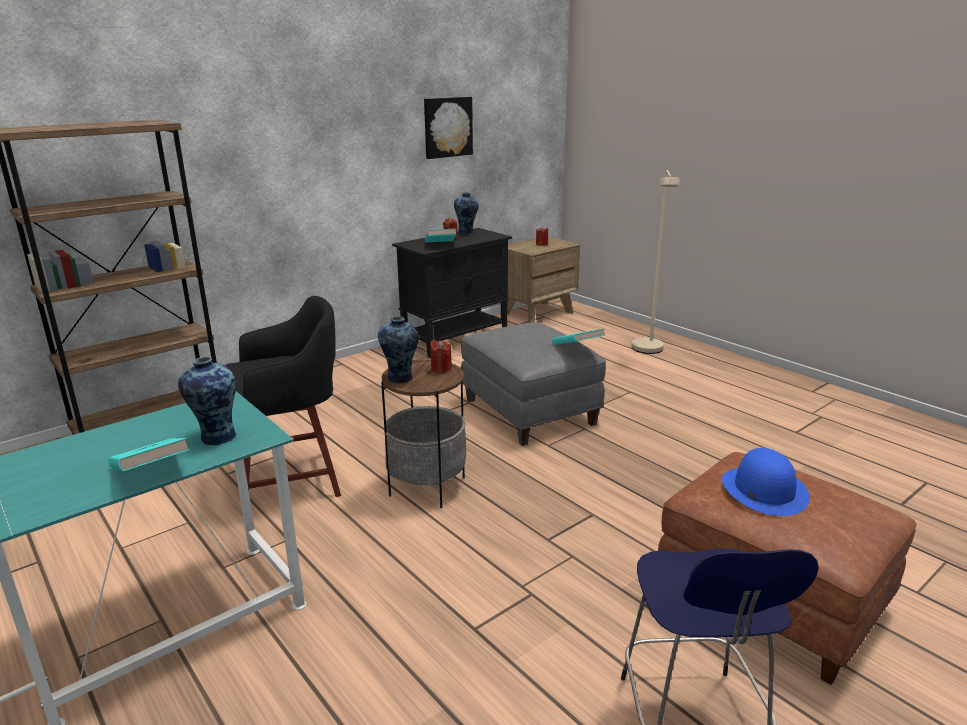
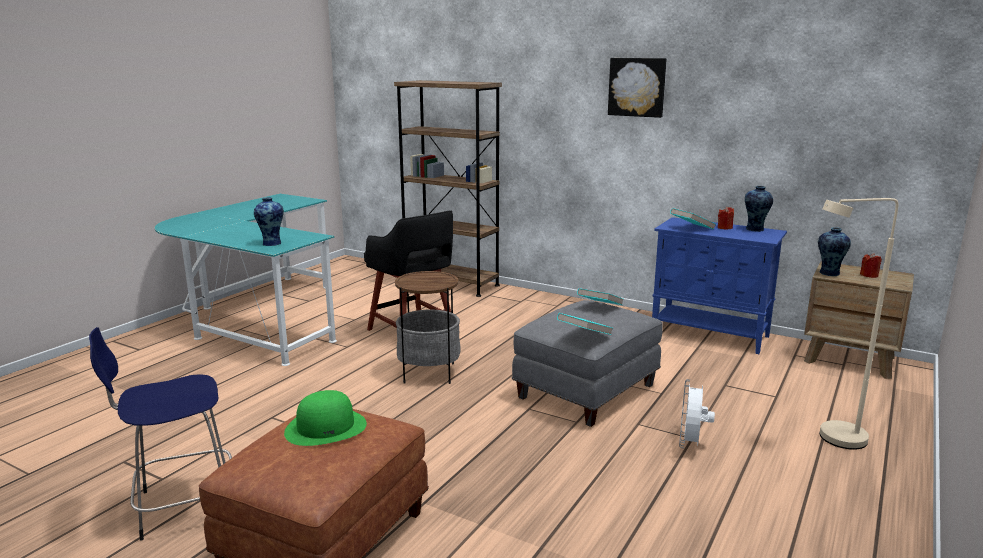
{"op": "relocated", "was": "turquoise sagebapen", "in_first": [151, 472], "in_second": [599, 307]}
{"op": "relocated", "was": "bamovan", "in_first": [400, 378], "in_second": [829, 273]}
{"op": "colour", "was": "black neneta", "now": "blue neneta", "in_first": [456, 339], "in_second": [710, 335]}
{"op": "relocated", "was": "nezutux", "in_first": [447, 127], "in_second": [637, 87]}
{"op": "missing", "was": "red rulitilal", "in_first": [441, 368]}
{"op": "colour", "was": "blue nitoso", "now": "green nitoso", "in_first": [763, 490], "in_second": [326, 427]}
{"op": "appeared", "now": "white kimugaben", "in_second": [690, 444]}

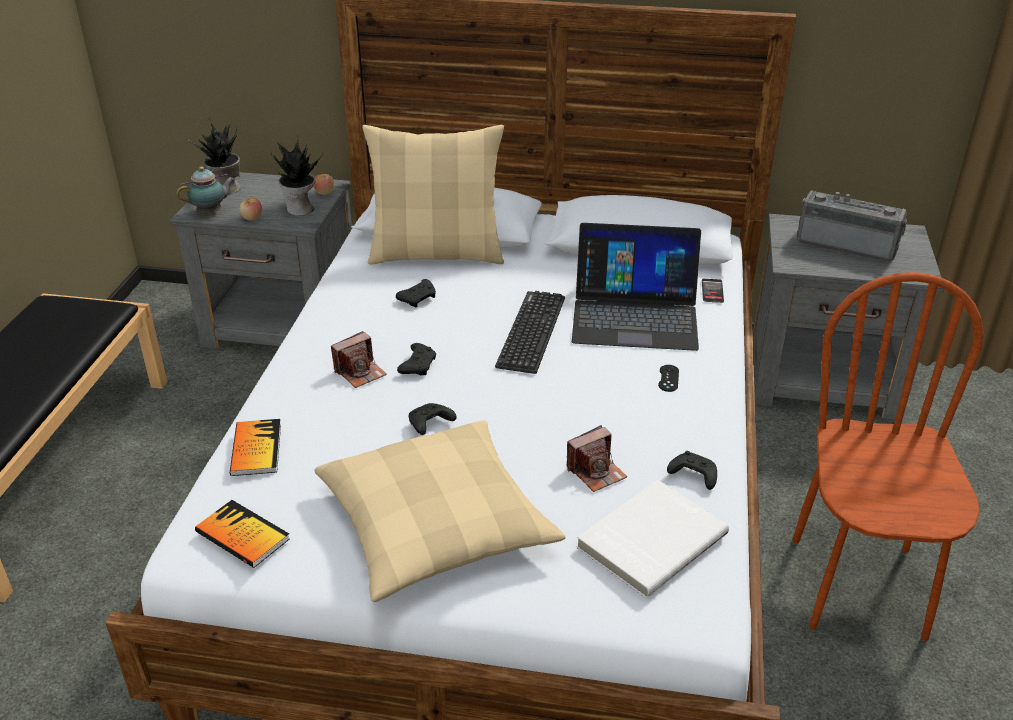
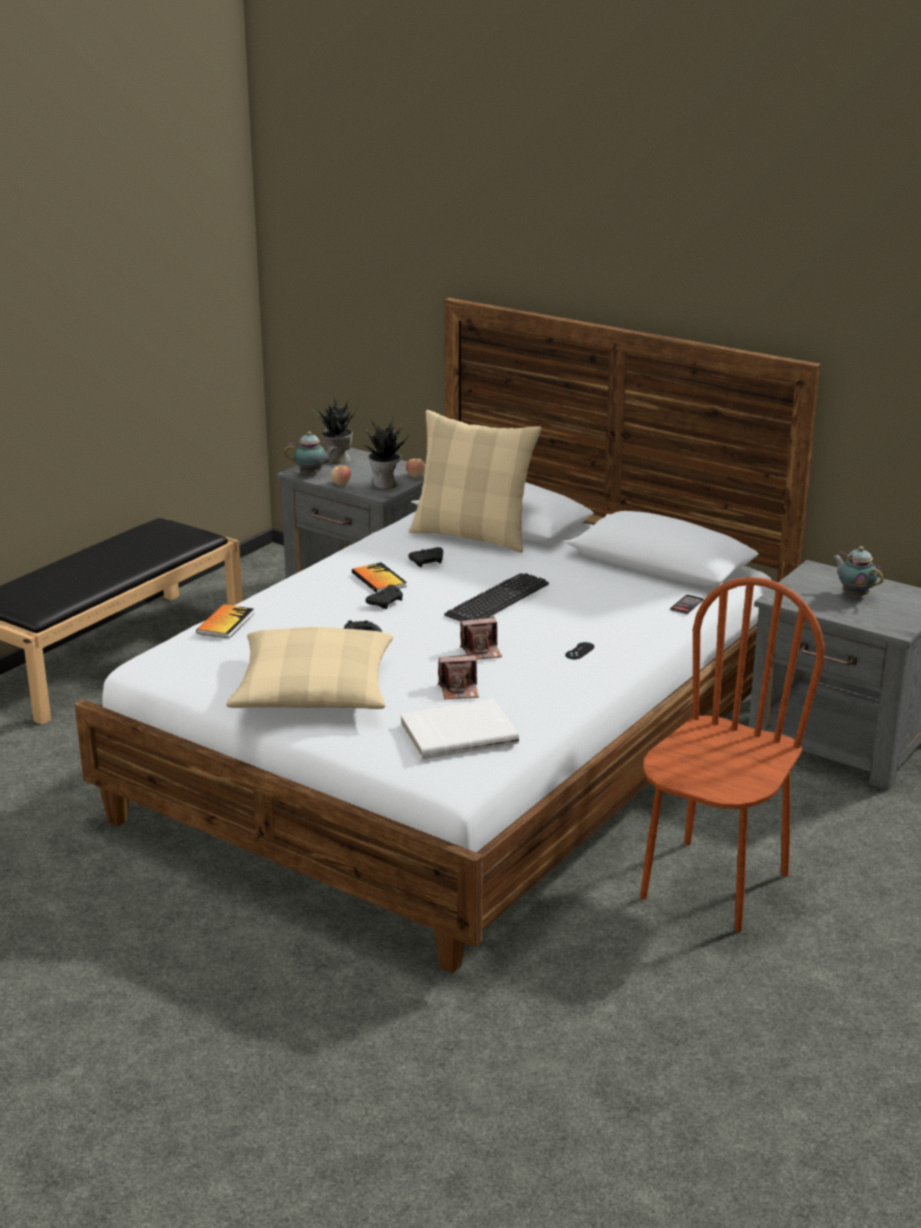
{"op": "relocated", "was": "sagebapen", "in_first": [242, 535], "in_second": [378, 580]}
{"op": "relocated", "was": "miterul", "in_first": [360, 372], "in_second": [481, 651]}
{"op": "missing", "was": "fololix", "in_first": [635, 315]}
{"op": "missing", "was": "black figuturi", "in_first": [692, 476]}
{"op": "exchanged", "was": "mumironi", "now": "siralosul", "in_first": [847, 244], "in_second": [854, 595]}

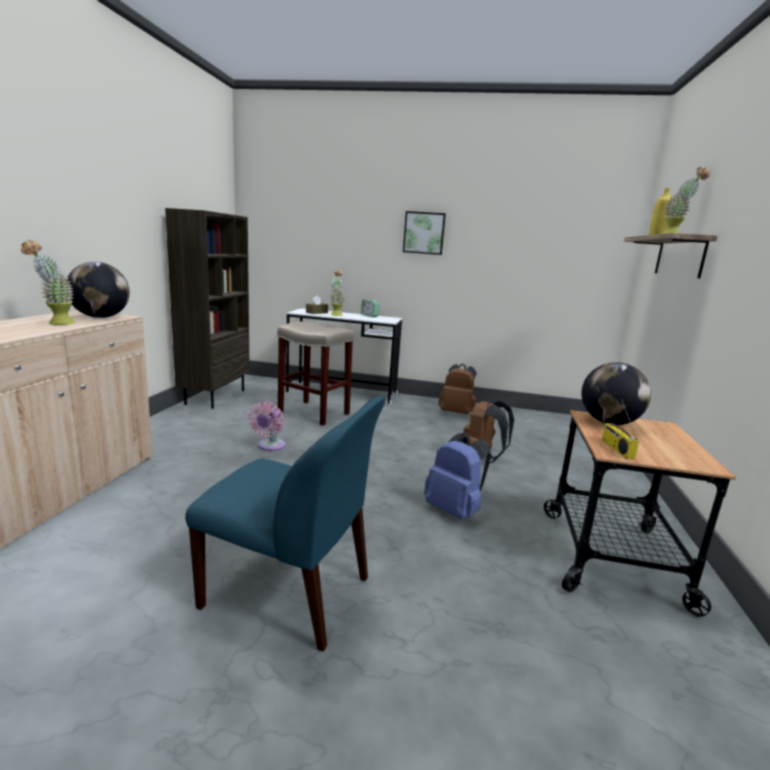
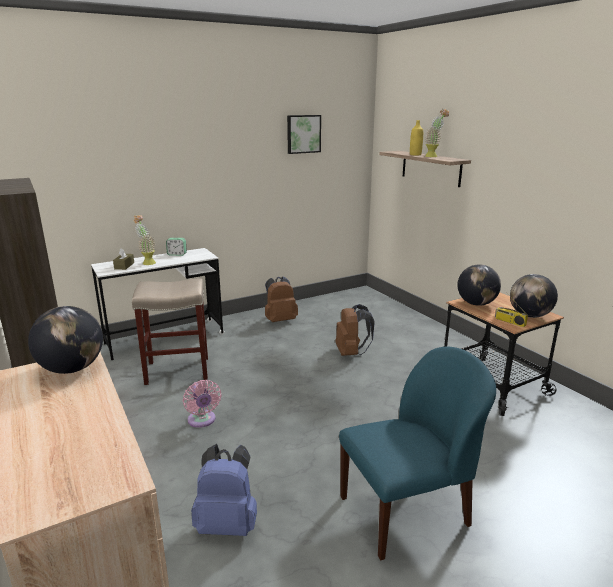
{"op": "missing", "was": "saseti", "in_first": [55, 323]}
{"op": "relocated", "was": "nezutux", "in_first": [424, 233], "in_second": [303, 134]}
{"op": "relocated", "was": "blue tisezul", "in_first": [454, 510], "in_second": [228, 523]}
{"op": "appeared", "now": "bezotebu", "in_second": [529, 315]}

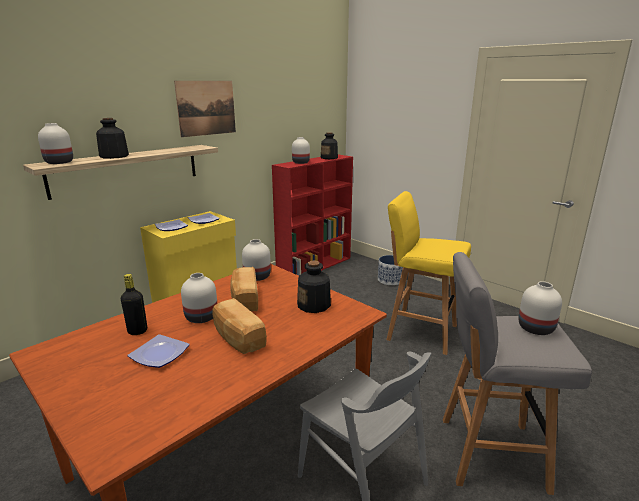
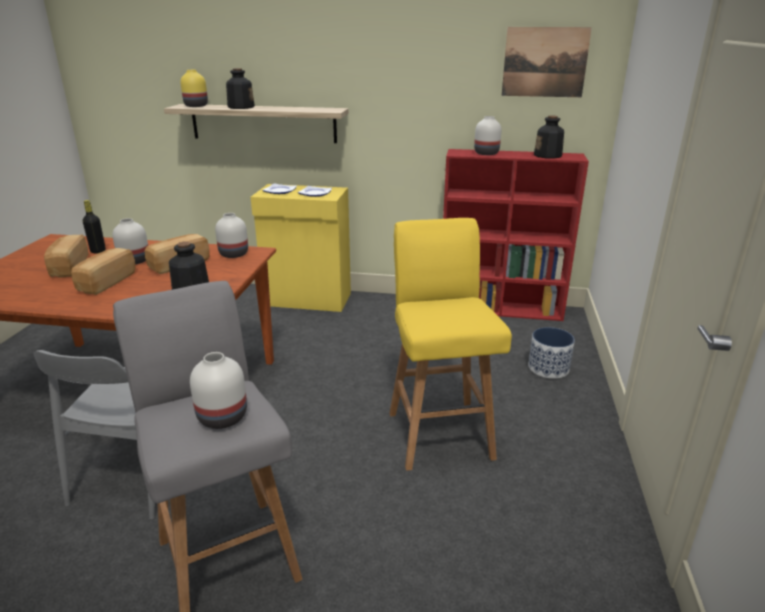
{"op": "colour", "was": "white bamovan", "now": "yellow bamovan", "in_first": [58, 162], "in_second": [195, 106]}
{"op": "exchanged", "was": "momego", "now": "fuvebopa", "in_first": [159, 353], "in_second": [68, 267]}
{"op": "relocated", "was": "nezutux", "in_first": [206, 108], "in_second": [545, 62]}

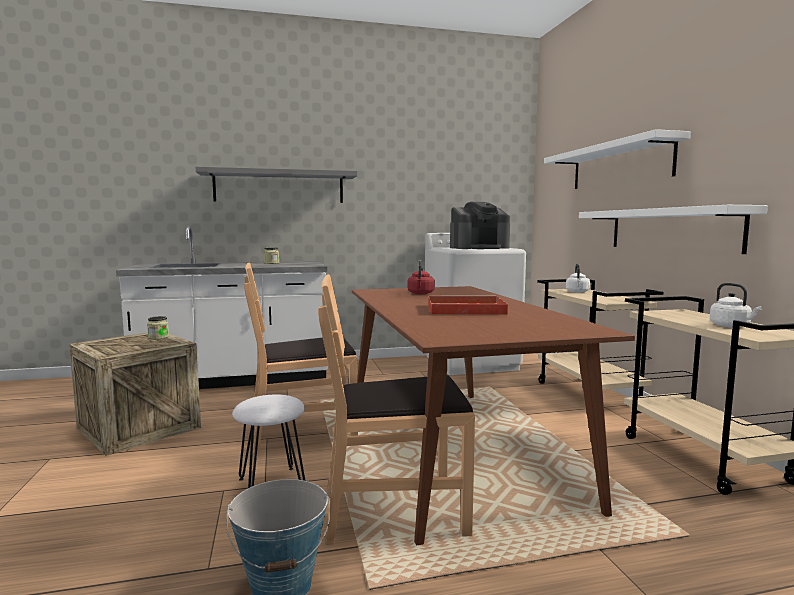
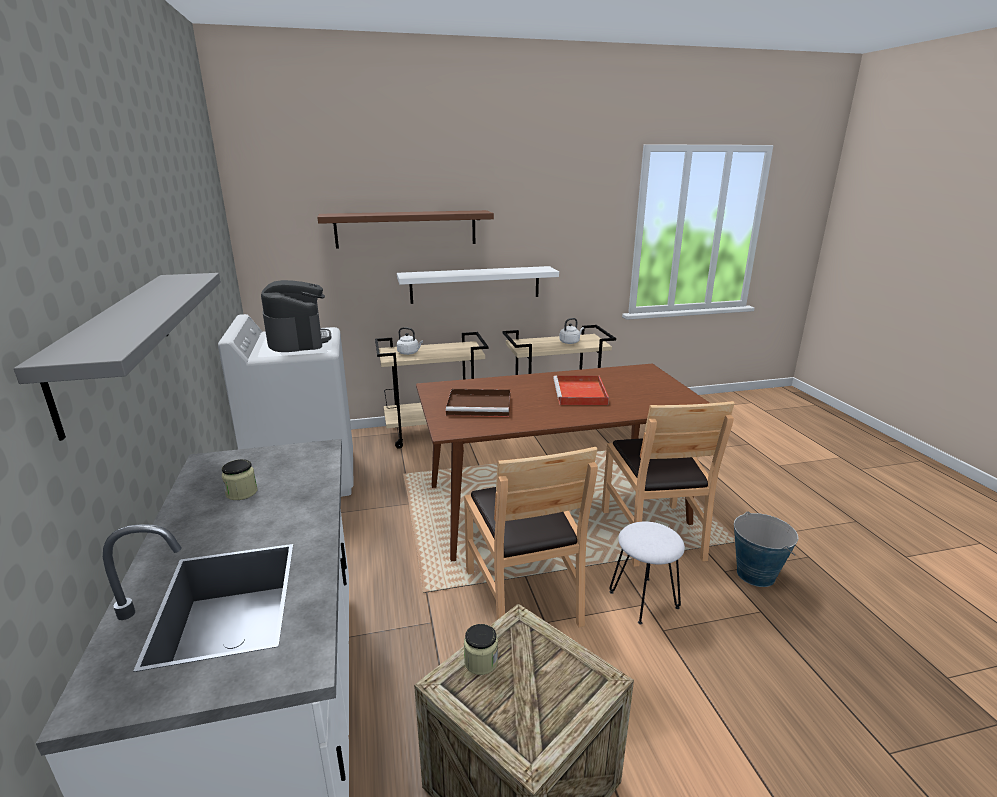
{"op": "exchanged", "was": "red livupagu", "now": "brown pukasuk", "in_first": [420, 293], "in_second": [480, 406]}
{"op": "colour", "was": "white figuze", "now": "brown figuze", "in_first": [619, 165], "in_second": [406, 229]}

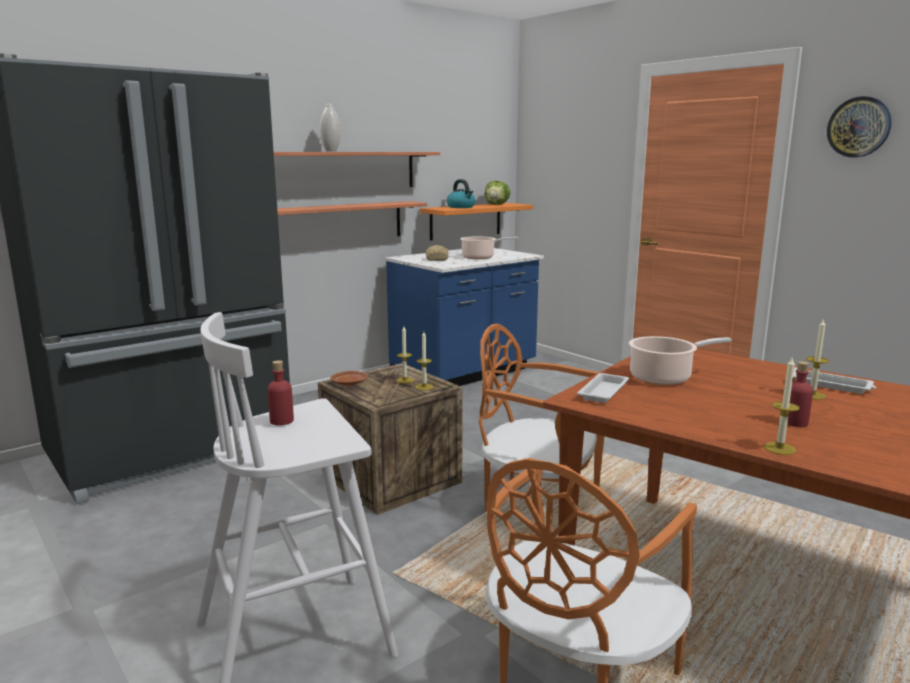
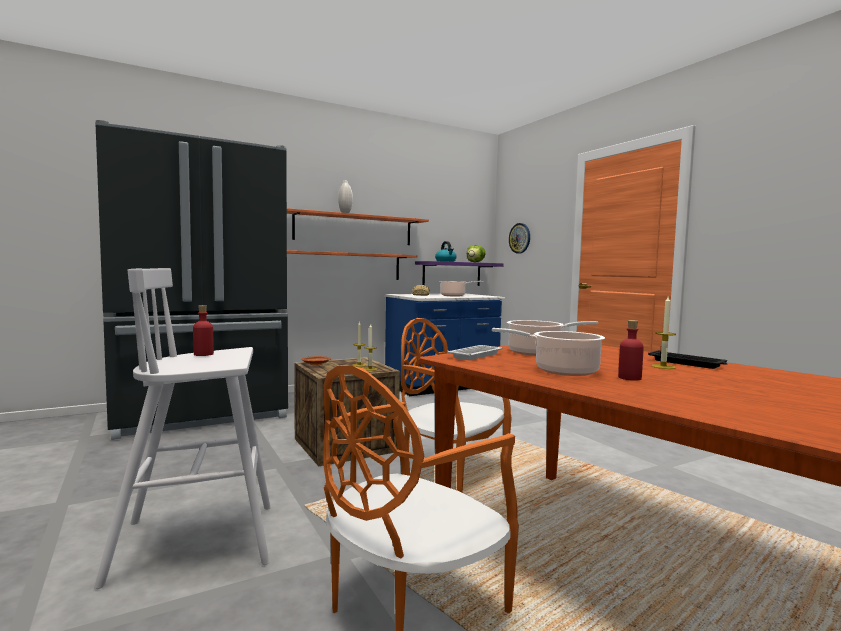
{"op": "colour", "was": "orange figuze", "now": "purple figuze", "in_first": [465, 221], "in_second": [452, 274]}
{"op": "missing", "was": "rulitilal", "in_first": [779, 448]}
{"op": "colour", "was": "white pukasuk", "now": "black pukasuk", "in_first": [831, 385], "in_second": [687, 363]}
{"op": "relocated", "was": "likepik", "in_first": [859, 127], "in_second": [520, 238]}
{"op": "appeared", "now": "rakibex", "in_second": [561, 371]}

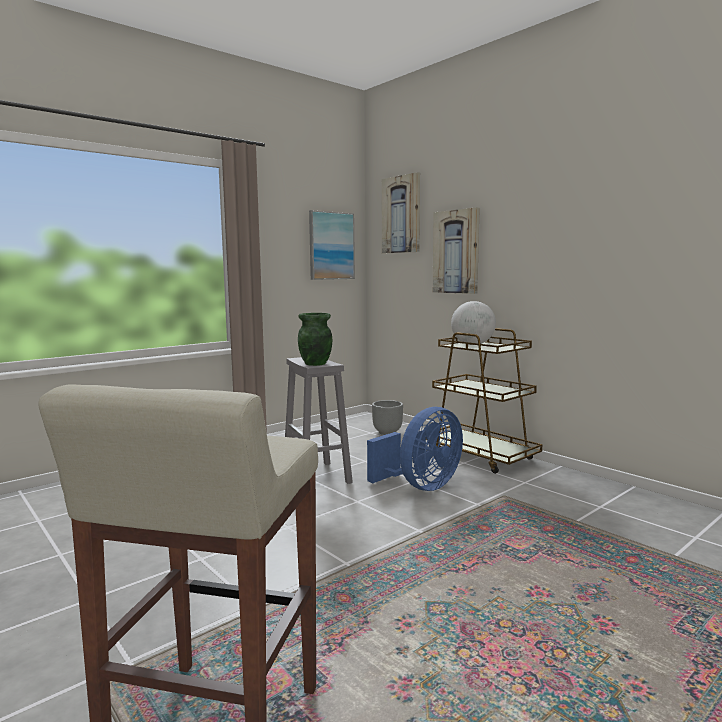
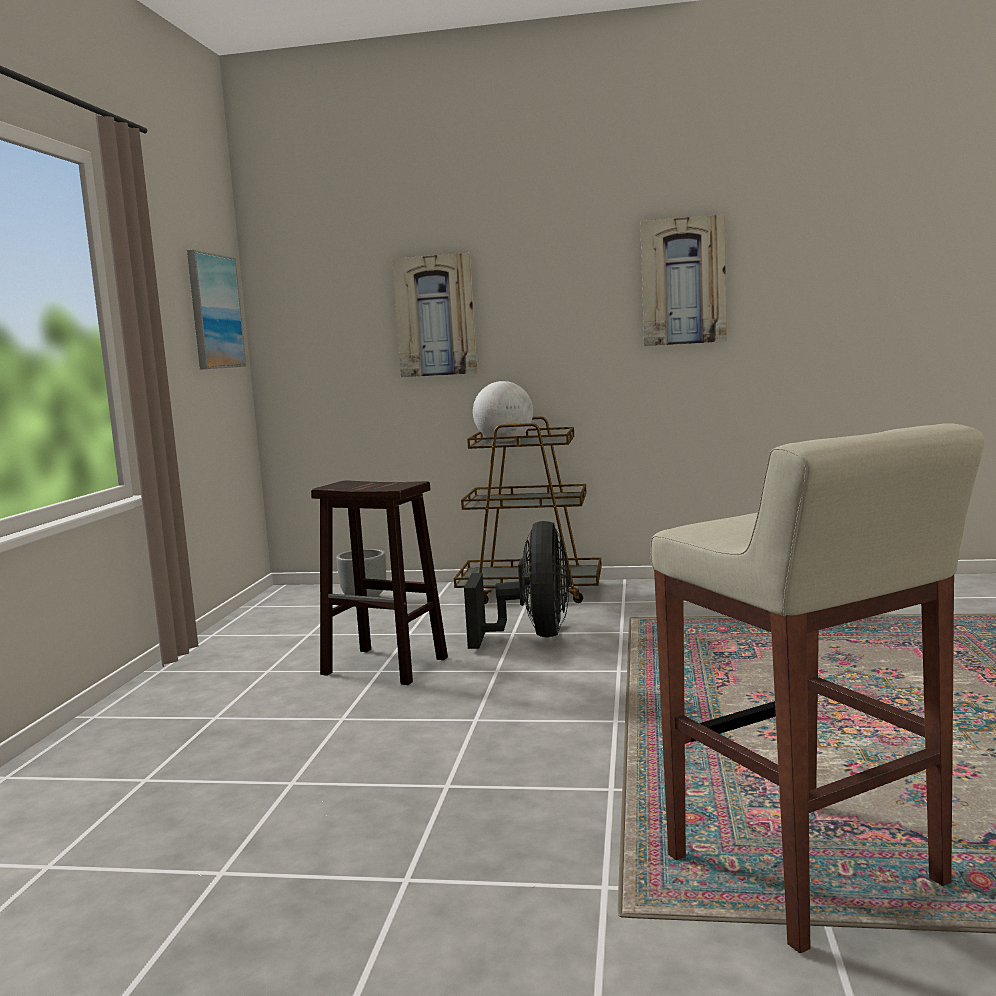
{"op": "colour", "was": "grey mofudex", "now": "brown mofudex", "in_first": [317, 476], "in_second": [387, 666]}
{"op": "missing", "was": "green bamovan", "in_first": [315, 364]}
{"op": "colour", "was": "blue kimugaben", "now": "black kimugaben", "in_first": [421, 486], "in_second": [533, 636]}
{"op": "relocated", "was": "nezutux", "in_first": [401, 214], "in_second": [683, 282]}

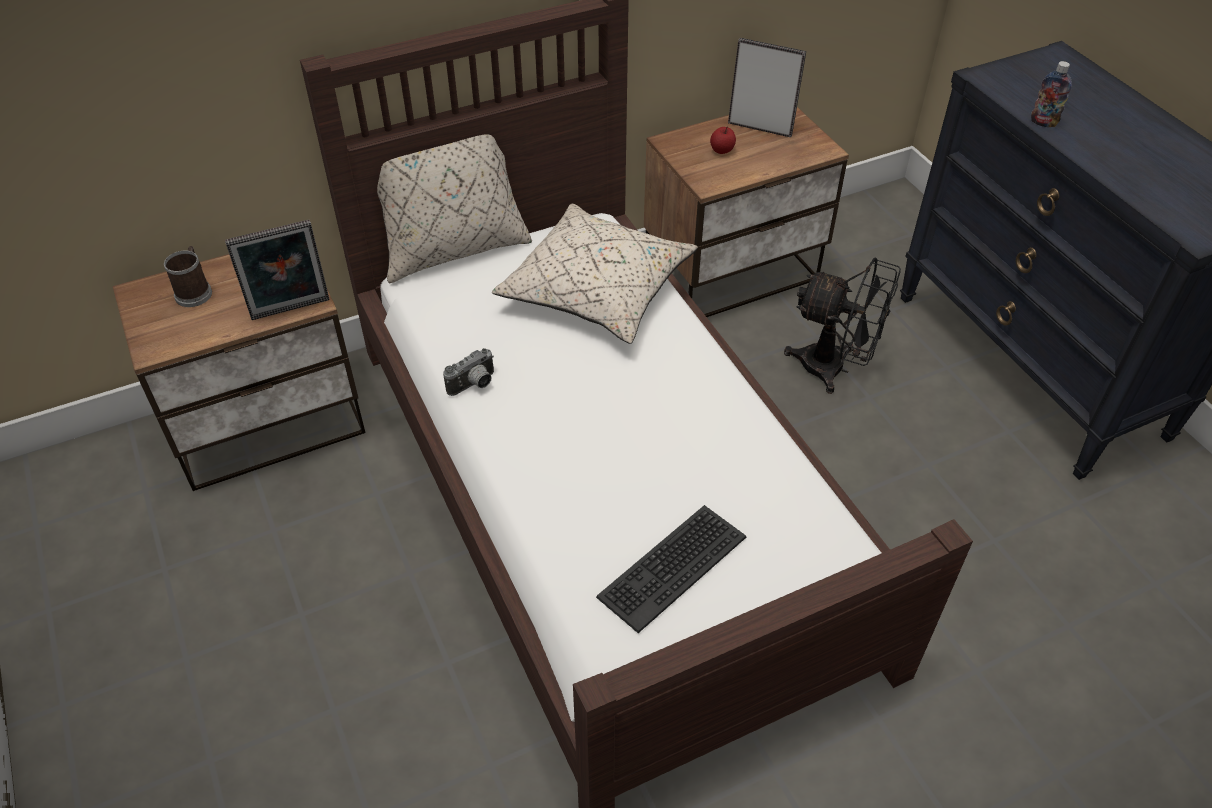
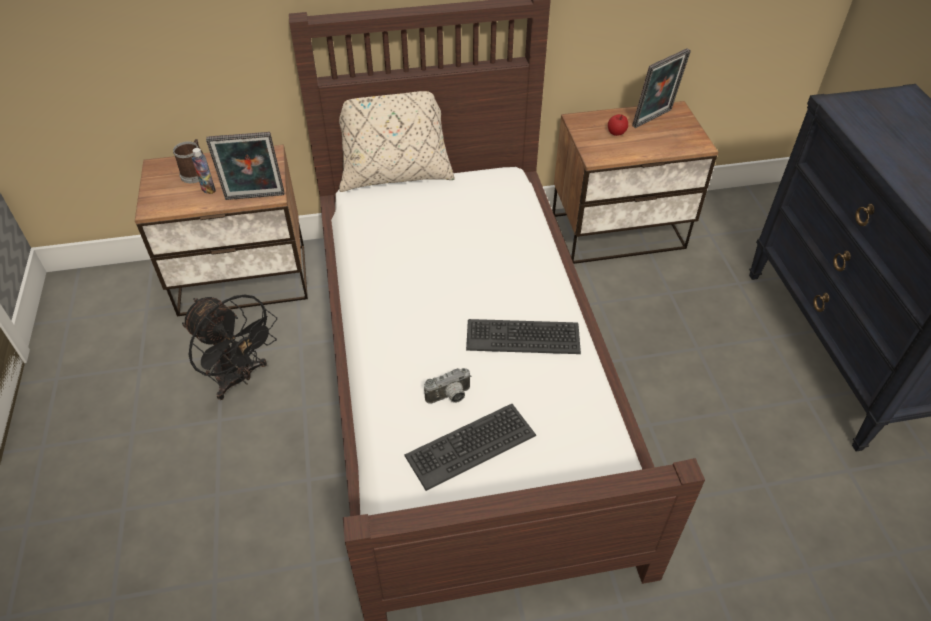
{"op": "relocated", "was": "miterul", "in_first": [474, 385], "in_second": [450, 397]}
{"op": "missing", "was": "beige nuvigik", "in_first": [598, 289]}
{"op": "spun", "was": "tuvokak", "in_first": [761, 127], "in_second": [654, 119], "clockwise": 105}
{"op": "relocated", "was": "black kimugaben", "in_first": [834, 368], "in_second": [240, 378]}
{"op": "relocated", "was": "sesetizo", "in_first": [1043, 122], "in_second": [208, 189]}
{"op": "appeared", "now": "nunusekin", "in_second": [523, 336]}

